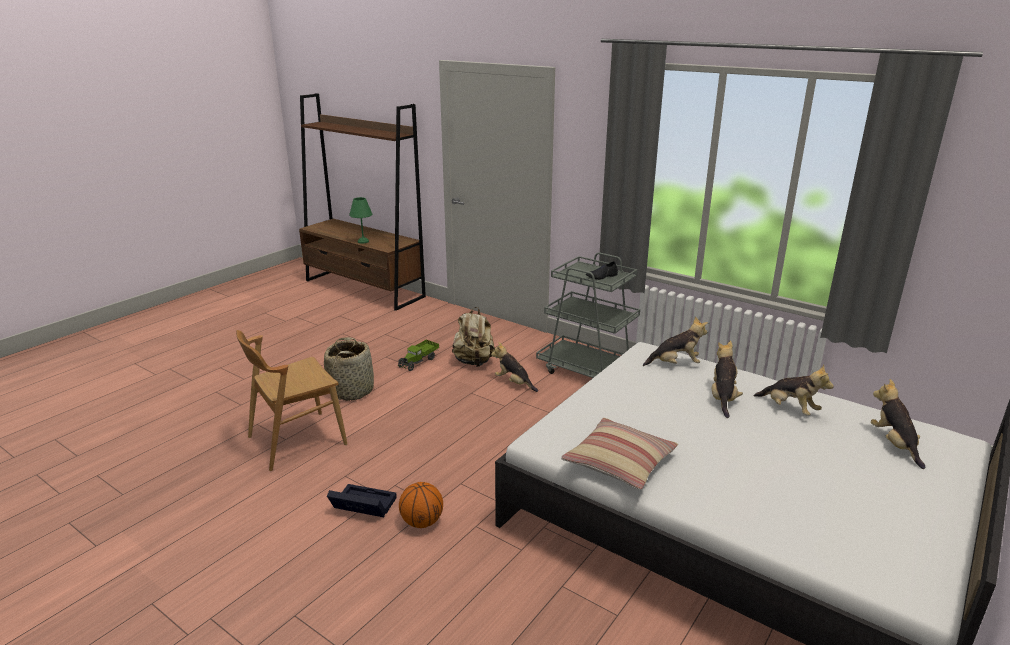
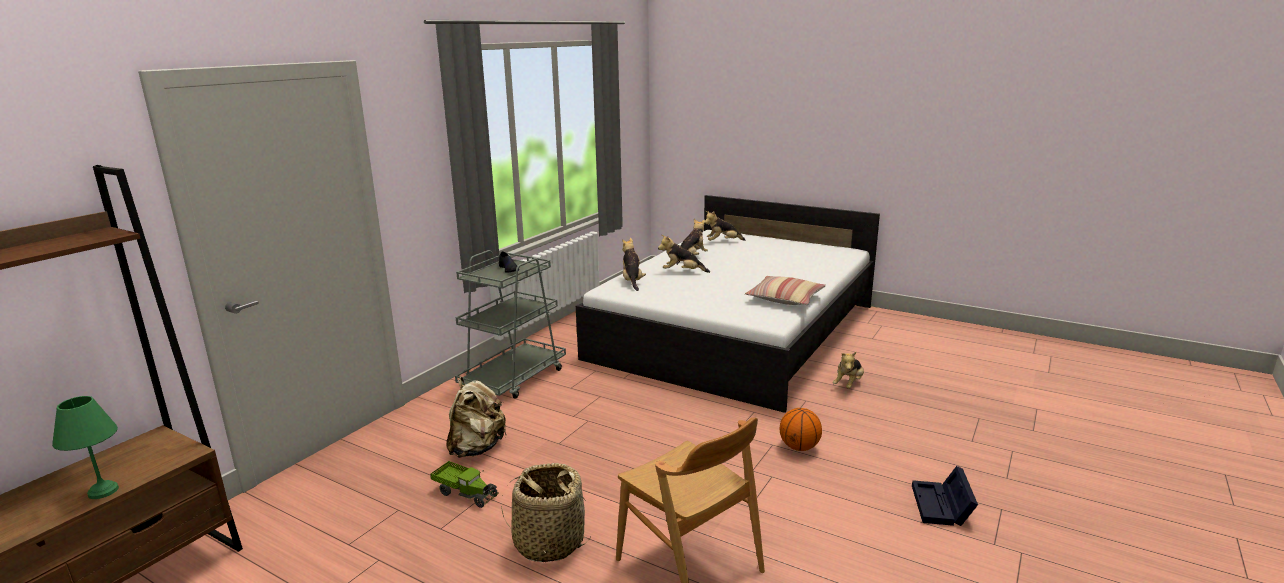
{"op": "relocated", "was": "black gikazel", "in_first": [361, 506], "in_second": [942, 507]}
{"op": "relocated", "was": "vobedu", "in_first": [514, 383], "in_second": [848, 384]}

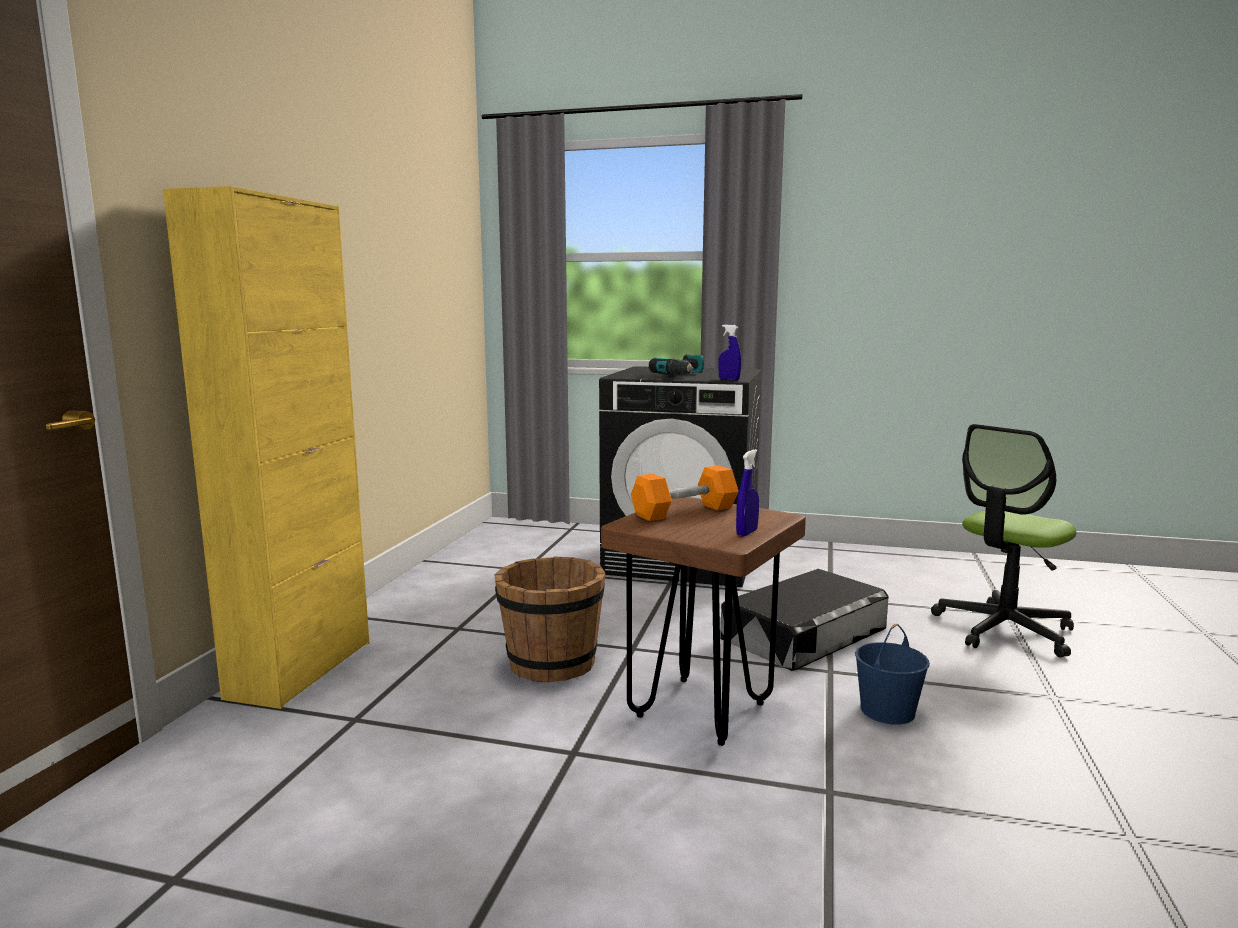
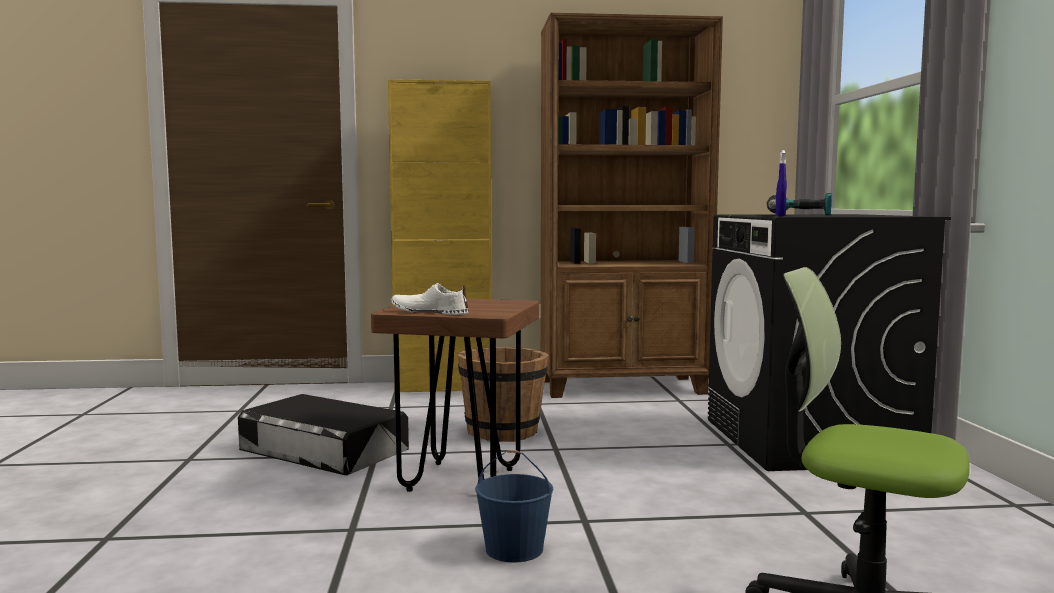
{"op": "missing", "was": "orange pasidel", "in_first": [684, 511]}
{"op": "relocated", "was": "black gikazel", "in_first": [804, 633], "in_second": [324, 449]}
{"op": "exchanged", "was": "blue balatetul", "now": "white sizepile", "in_first": [747, 533], "in_second": [429, 312]}
{"op": "appeared", "now": "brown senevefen", "in_second": [624, 387]}

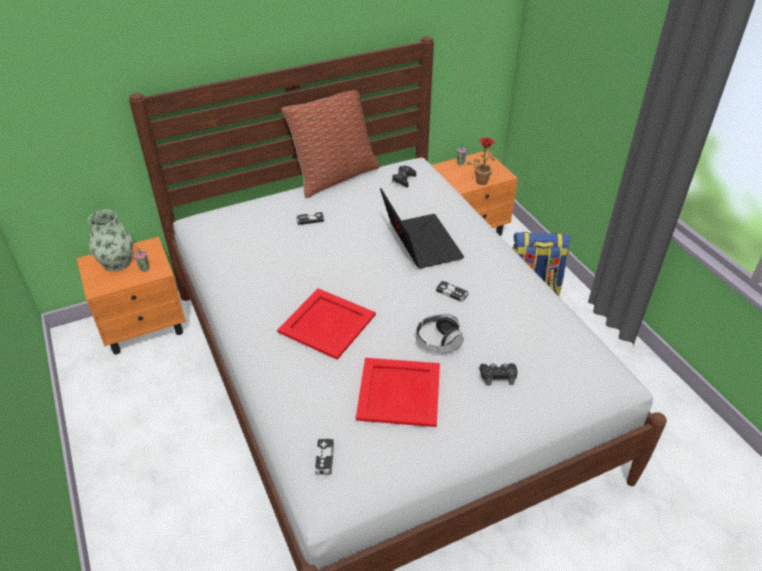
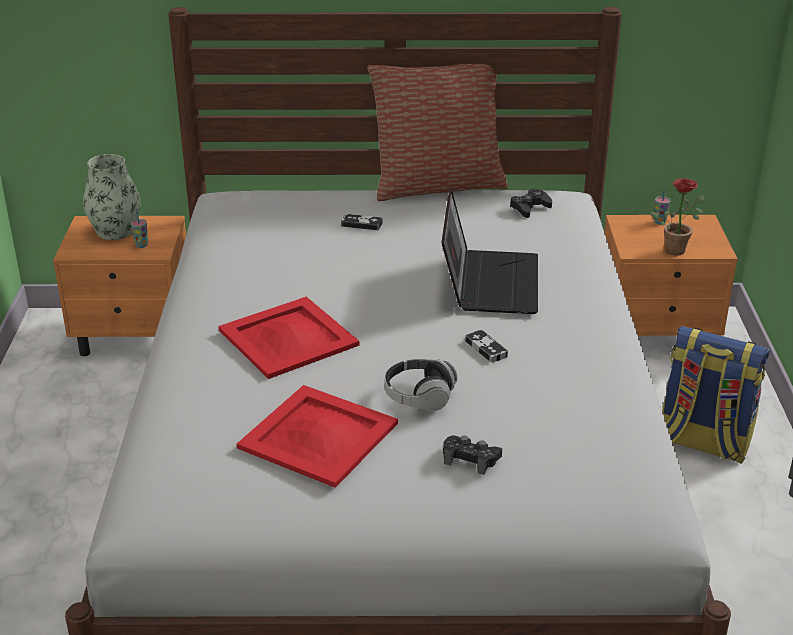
{"op": "missing", "was": "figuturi", "in_first": [324, 457]}

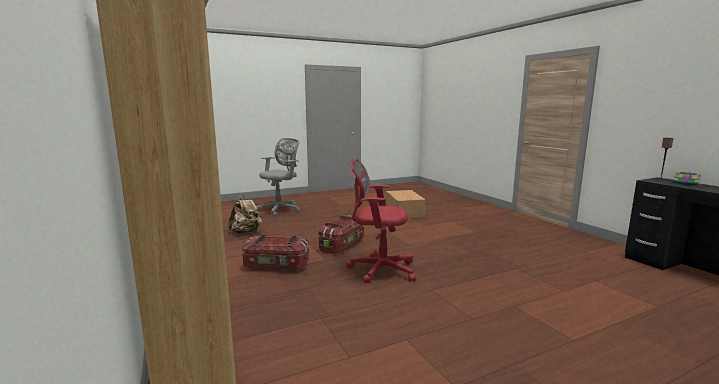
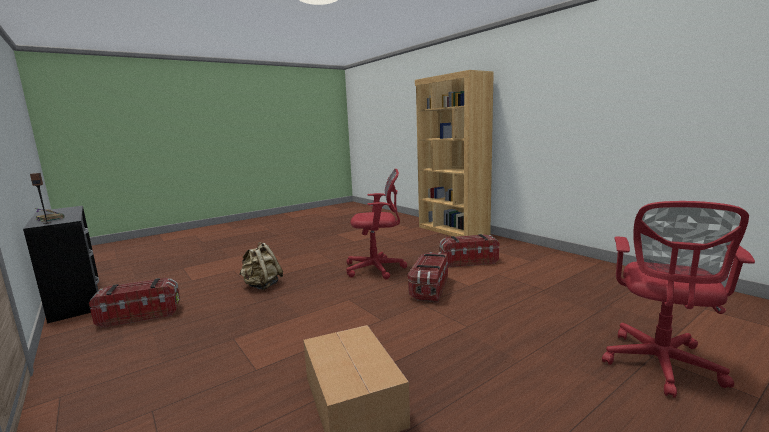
{"op": "relocated", "was": "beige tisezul", "in_first": [246, 232], "in_second": [262, 286]}
{"op": "colour", "was": "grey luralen", "now": "red luralen", "in_first": [280, 210], "in_second": [660, 366]}
{"op": "appeared", "now": "gikazel", "in_second": [140, 315]}

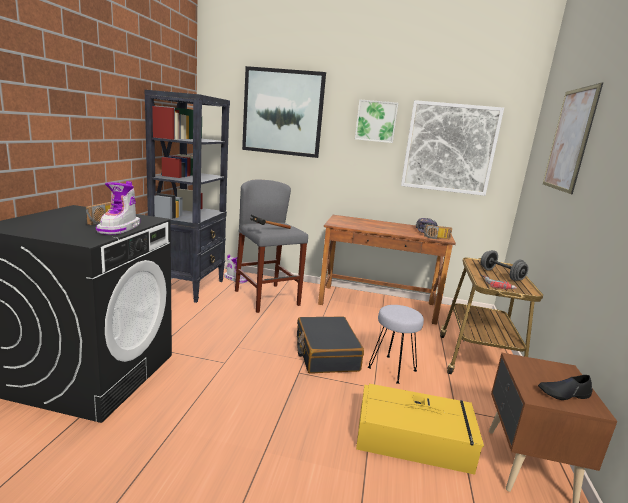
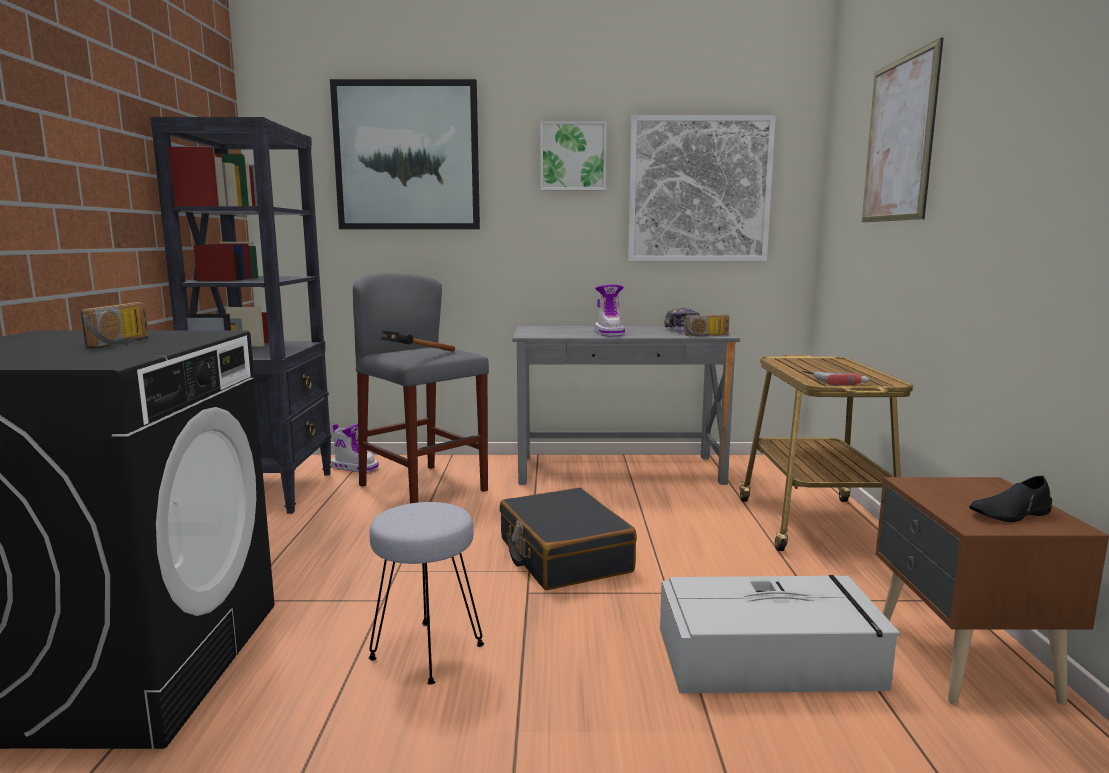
{"op": "relocated", "was": "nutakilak", "in_first": [120, 228], "in_second": [609, 333]}
{"op": "colour", "was": "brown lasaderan", "now": "grey lasaderan", "in_first": [377, 304], "in_second": [619, 469]}
{"op": "colour", "was": "yellow gikazel", "now": "grey gikazel", "in_first": [415, 439], "in_second": [770, 657]}
{"op": "relocated", "was": "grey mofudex", "in_first": [391, 369], "in_second": [426, 651]}
{"op": "missing", "was": "grey pasidel", "in_first": [501, 275]}

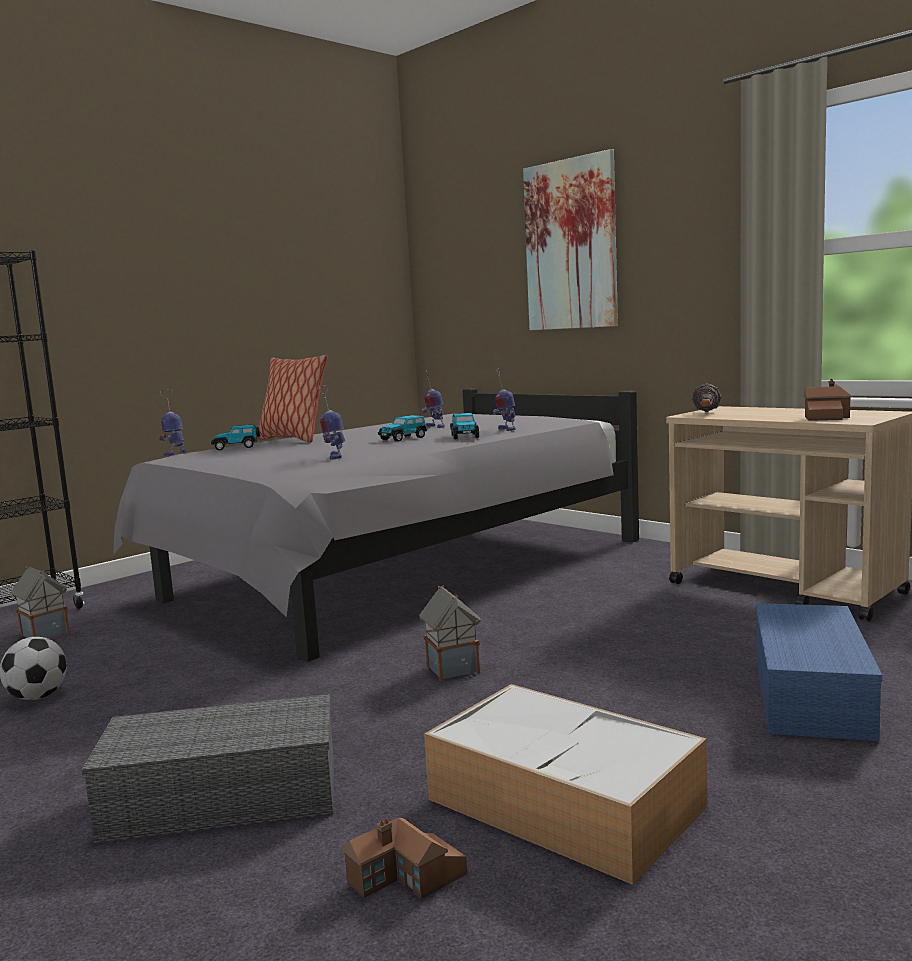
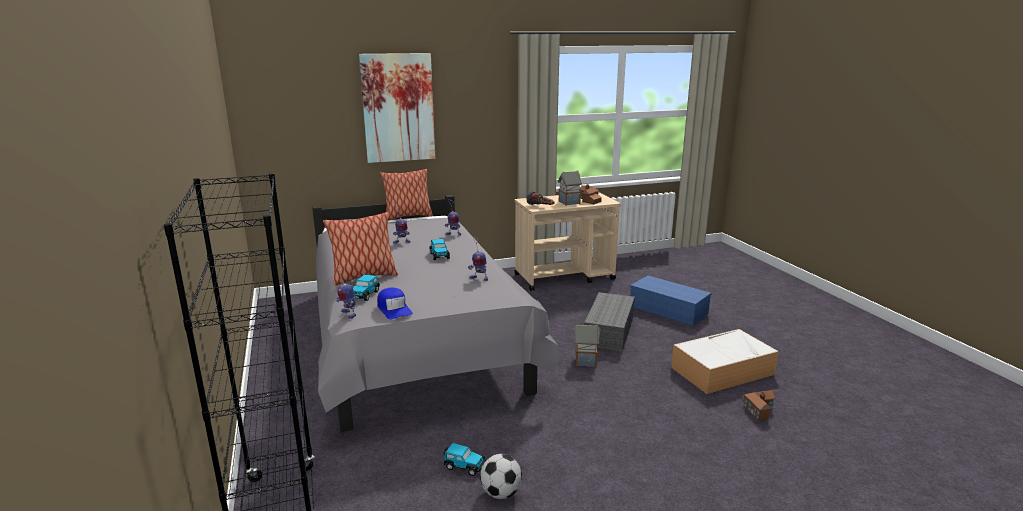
{"op": "relocated", "was": "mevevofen", "in_first": [44, 634], "in_second": [568, 203]}
{"op": "relocated", "was": "grey gikazel", "in_first": [219, 800], "in_second": [610, 332]}
{"op": "relocated", "was": "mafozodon", "in_first": [465, 436], "in_second": [464, 466]}
{"op": "appeared", "now": "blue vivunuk", "in_second": [394, 309]}
{"op": "appeared", "now": "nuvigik", "in_second": [408, 216]}

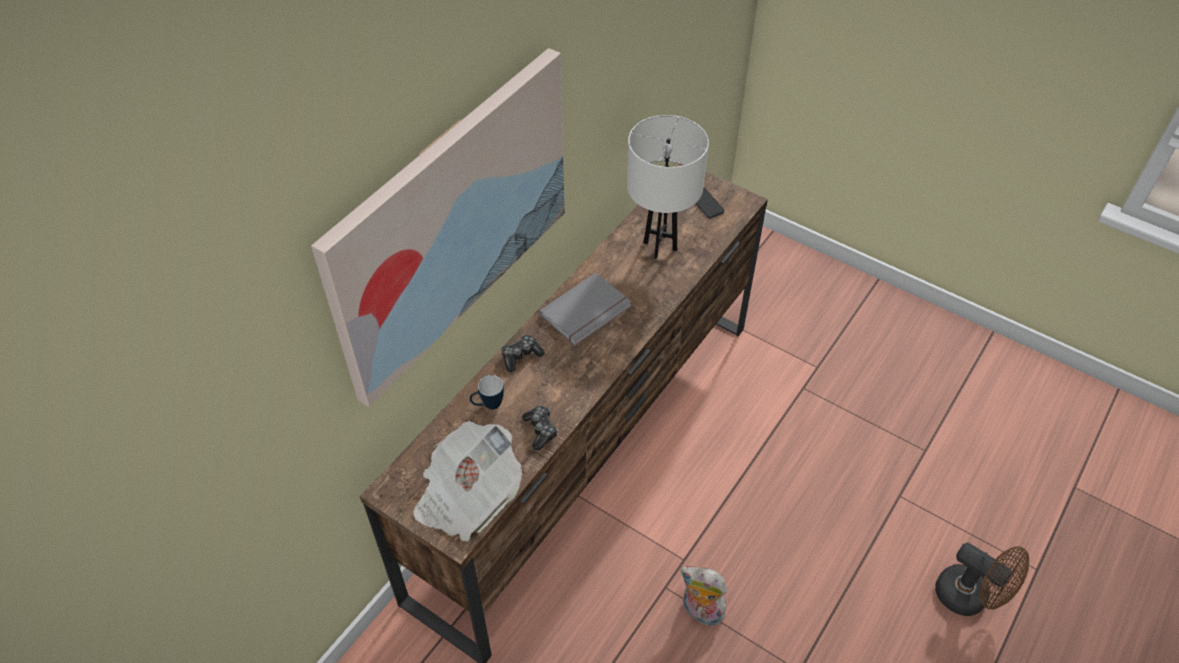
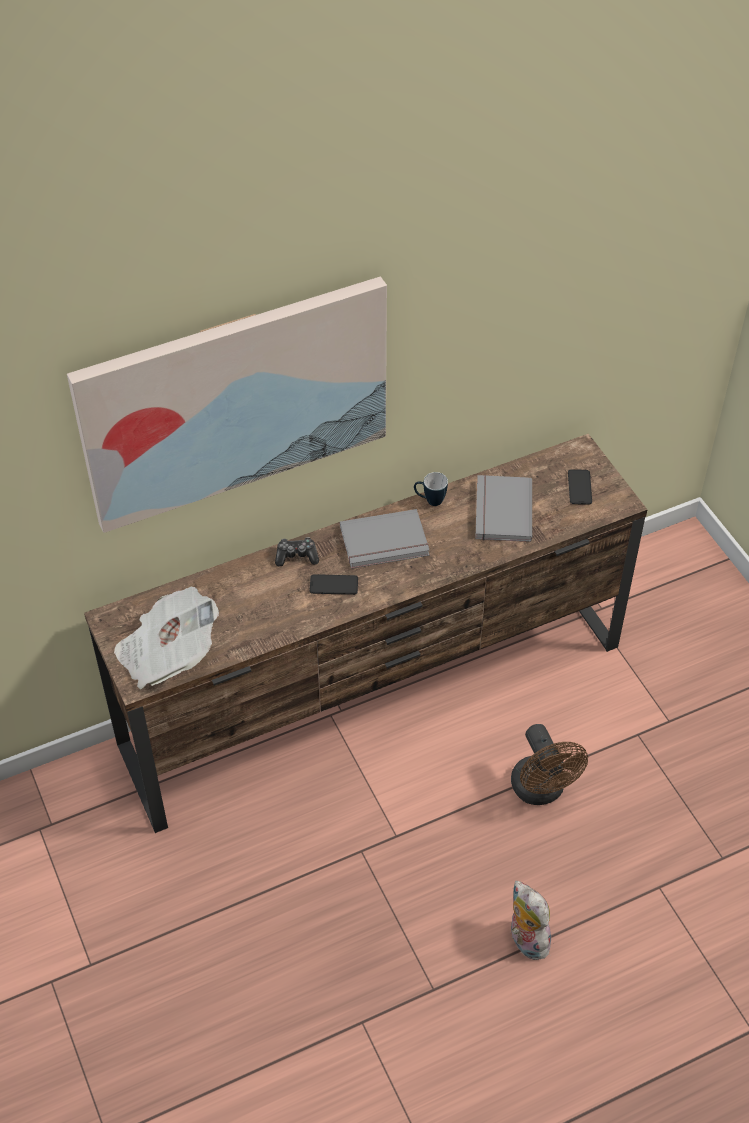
{"op": "relocated", "was": "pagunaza", "in_first": [488, 405], "in_second": [430, 501]}
{"op": "missing", "was": "figuturi", "in_first": [541, 430]}
{"op": "exchanged", "was": "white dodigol", "now": "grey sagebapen", "in_first": [660, 246], "in_second": [500, 511]}
{"op": "relocated", "was": "vobedu", "in_first": [700, 612], "in_second": [525, 940]}
{"op": "relocated", "was": "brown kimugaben", "in_first": [969, 597], "in_second": [541, 791]}
{"op": "appeared", "now": "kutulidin", "in_second": [333, 585]}

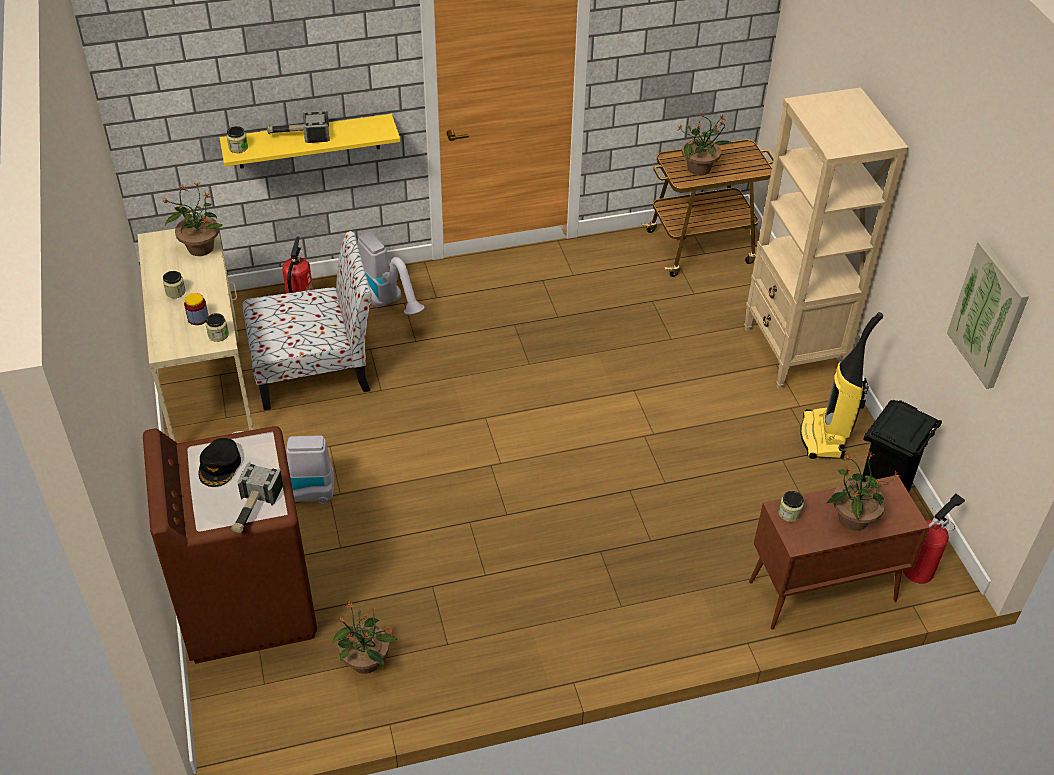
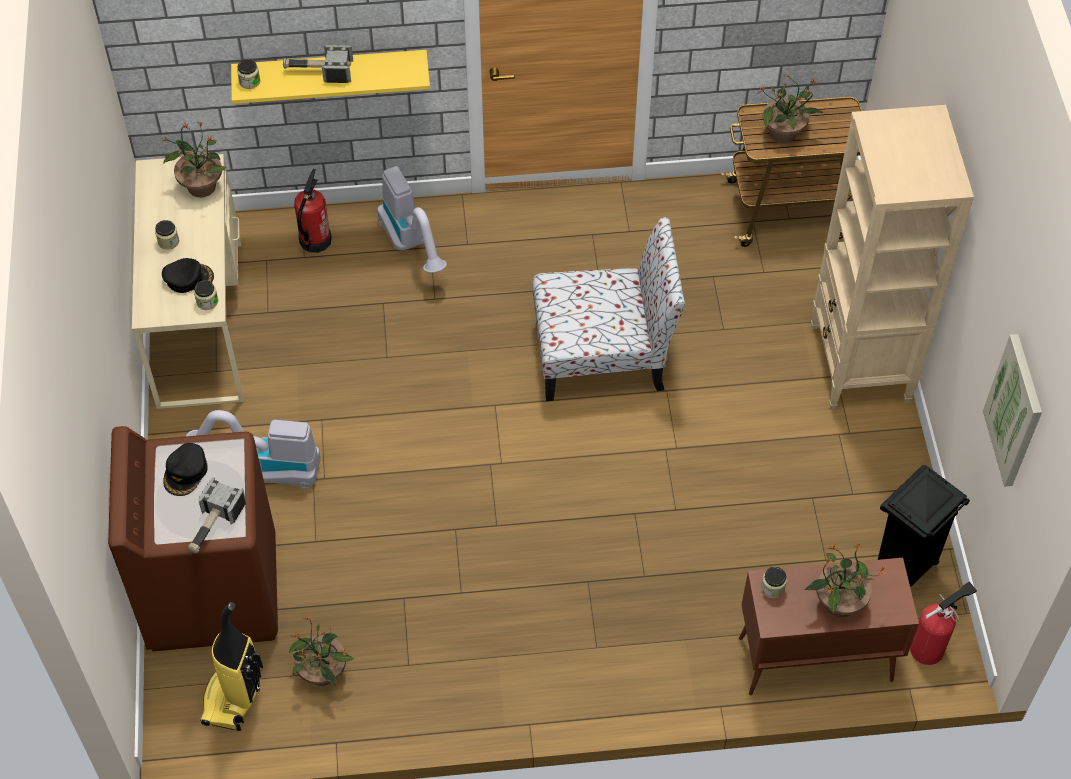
{"op": "exchanged", "was": "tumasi", "now": "black vivunuk", "in_first": [198, 318], "in_second": [188, 278]}
{"op": "relocated", "was": "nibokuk", "in_first": [315, 369], "in_second": [603, 355]}
{"op": "relocated", "was": "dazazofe", "in_first": [824, 437], "in_second": [234, 696]}

